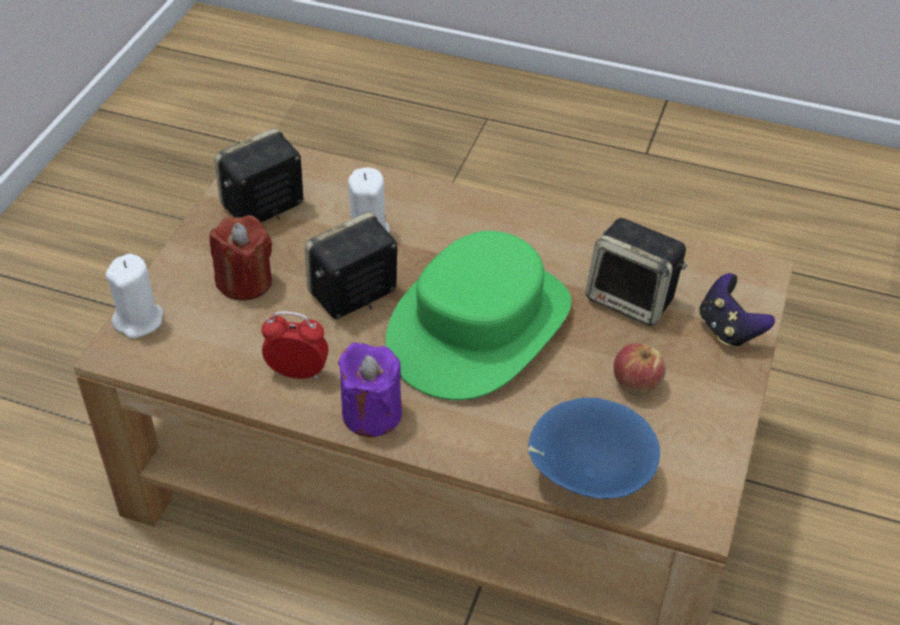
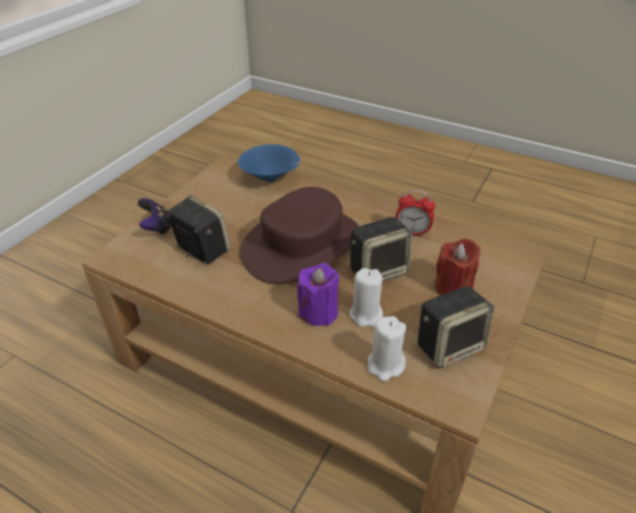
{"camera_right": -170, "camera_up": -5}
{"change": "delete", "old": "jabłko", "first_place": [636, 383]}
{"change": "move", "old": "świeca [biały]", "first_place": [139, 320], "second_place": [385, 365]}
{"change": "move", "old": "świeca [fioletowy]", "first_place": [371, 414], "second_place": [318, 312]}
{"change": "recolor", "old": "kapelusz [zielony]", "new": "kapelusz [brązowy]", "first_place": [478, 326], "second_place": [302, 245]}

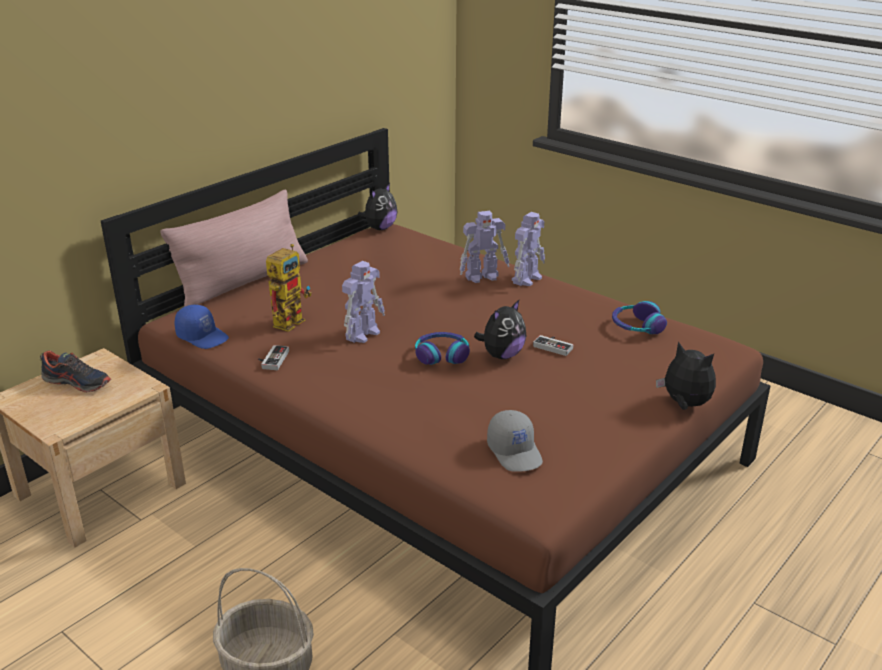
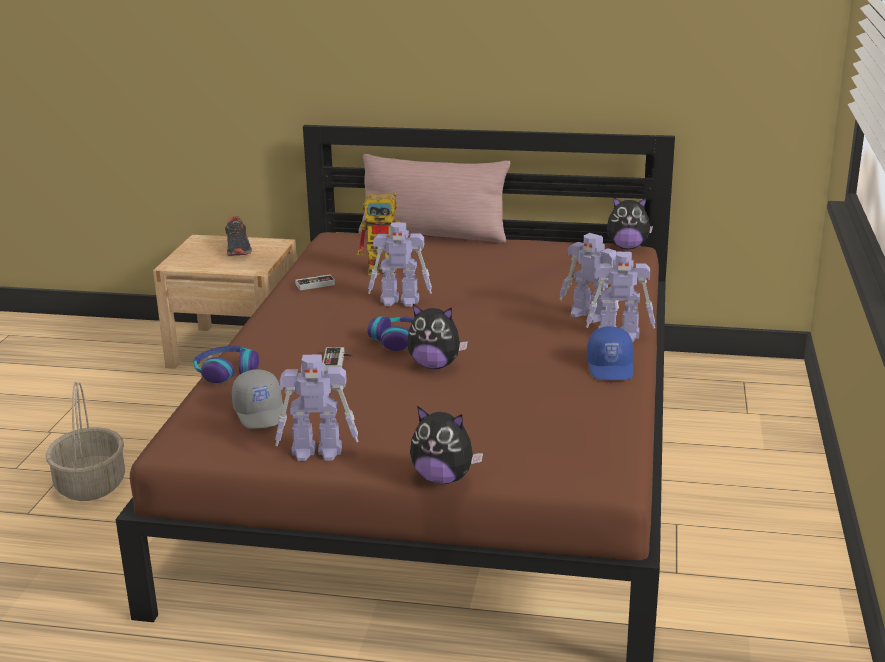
{"camera_right": 60, "camera_up": -5}
{"change": "insert", "new": "robot zabawkowy", "second_place": [318, 452]}
{"change": "move", "old": "czapka z daszkiem [niebieski]", "first_place": [203, 336], "second_place": [611, 367]}
{"change": "move", "old": "pad do gier", "first_place": [554, 346], "second_place": [338, 362]}
{"change": "move", "old": "słuchawki", "first_place": [637, 326], "second_place": [226, 371]}
{"change": "rotate", "old": "czapka z daszkiem [szary]", "first_place": [515, 452], "second_place": [261, 413], "degrees": -60}
{"change": "rotate", "old": "pluszak", "first_place": [685, 404], "second_place": [443, 478], "degrees": 105}

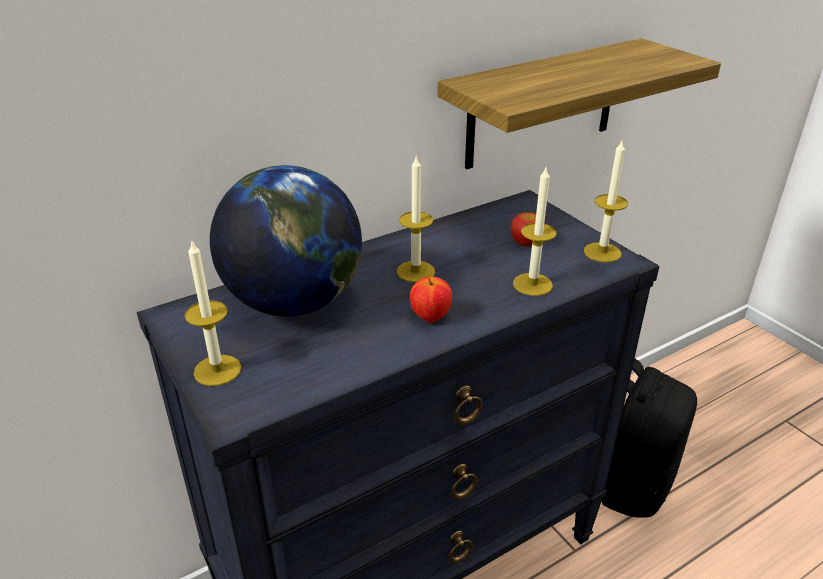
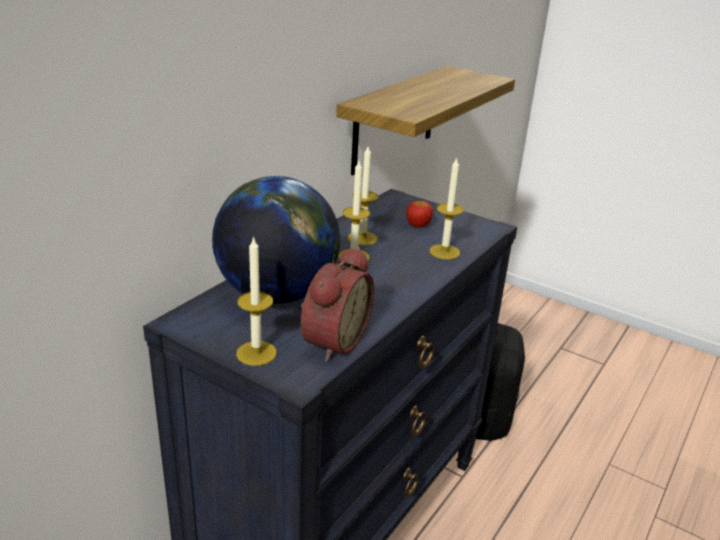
{"camera_right": -25, "camera_up": -5}
{"change": "delete", "old": "jabłko", "first_place": [430, 317]}
{"change": "insert", "new": "budzik", "second_place": [332, 341]}
{"change": "move", "old": "świeca", "first_place": [602, 252], "second_place": [362, 238]}

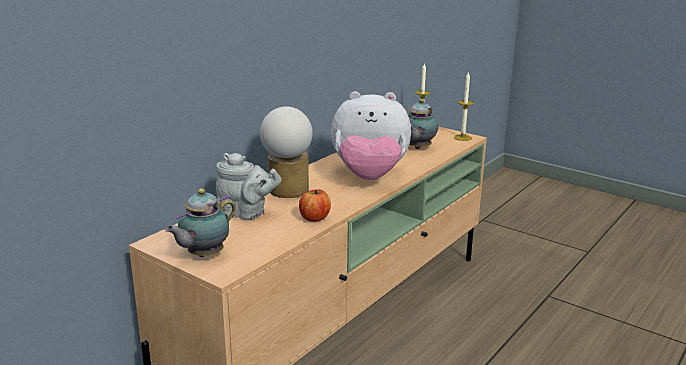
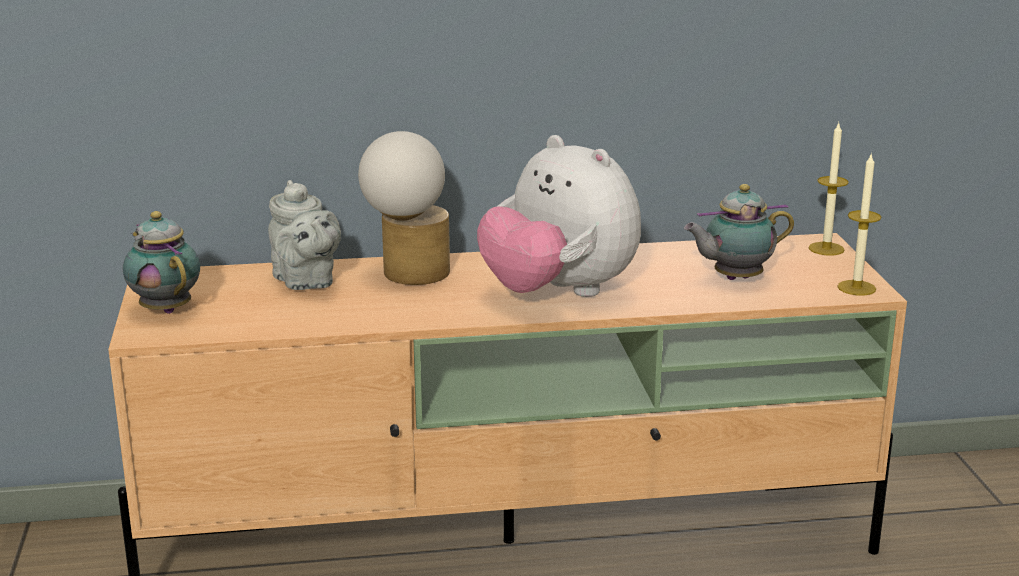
{"camera_right": 45, "camera_up": 0}
{"change": "delete", "old": "jabłko", "first_place": [314, 218]}
{"change": "rotate", "old": "imbryk", "first_place": [203, 255], "second_place": [165, 309], "degrees": 60}

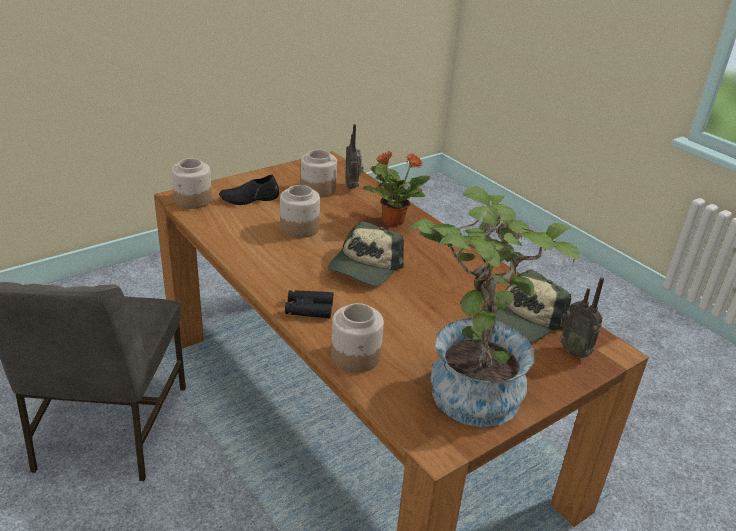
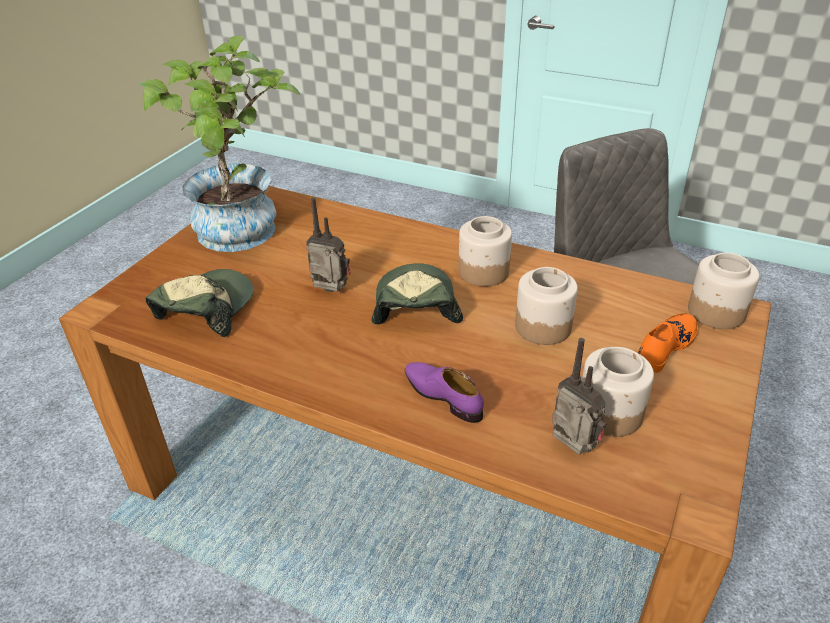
{"camera_right": 155, "camera_up": 5}
{"change": "delete", "old": "lornetka [czarny]", "first_place": [309, 309]}
{"change": "move", "old": "słoik", "first_place": [356, 356], "second_place": [482, 272]}
{"change": "move", "old": "radio", "first_place": [574, 351], "second_place": [330, 292]}
{"change": "replace", "old": "roślina doniczkowa", "new": "but [fioletowy]", "first_place": [392, 220], "second_place": [443, 396]}
{"change": "recolor", "old": "but [czarny]", "new": "but [pomarańczowy]", "first_place": [249, 199], "second_place": [664, 347]}

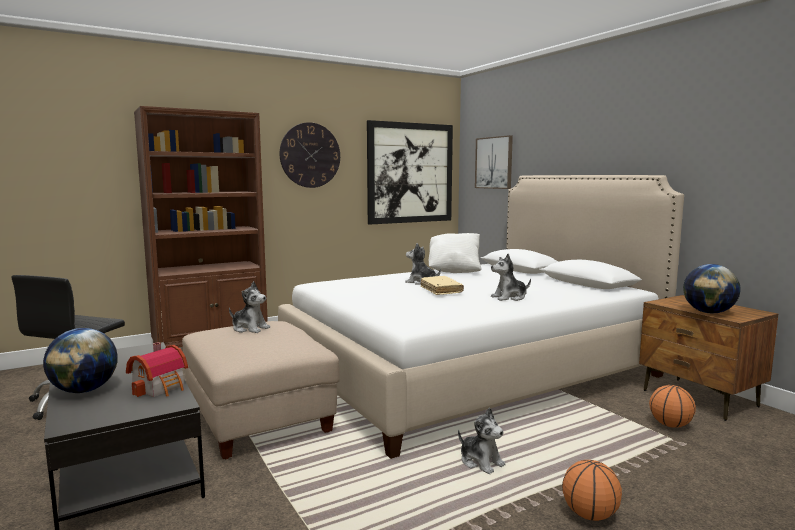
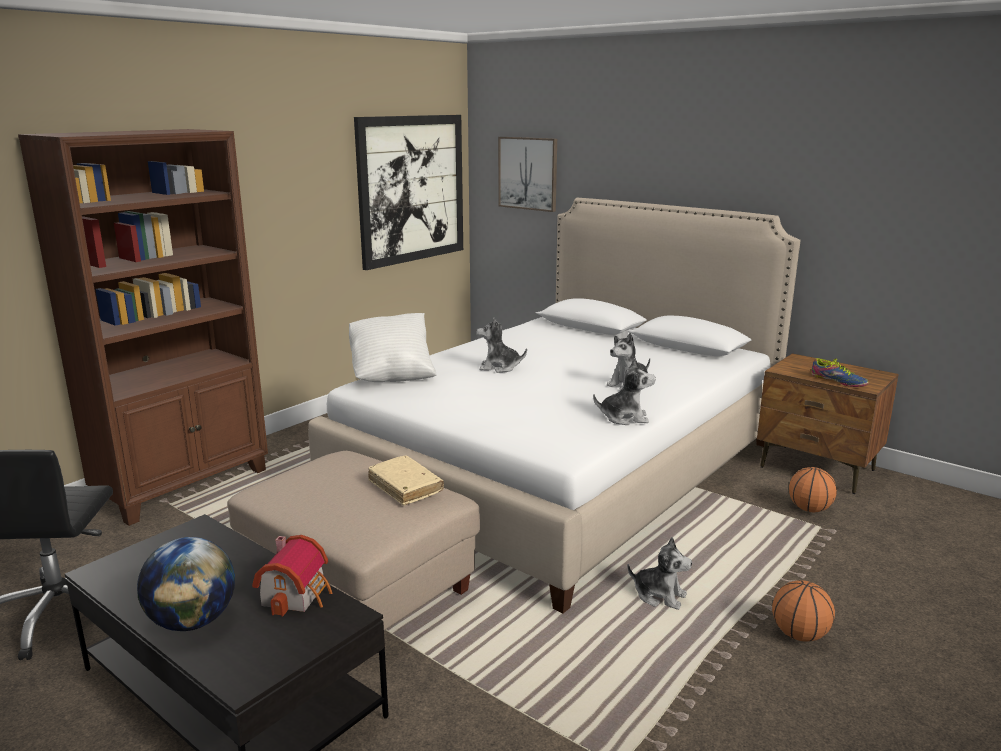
{"camera_right": -20, "camera_up": 10}
{"change": "delete", "old": "zegar ścienny", "first_place": [310, 155]}
{"change": "move", "old": "pluszak", "first_place": [250, 328], "second_place": [624, 418]}
{"change": "move", "old": "książka [beżowy]", "first_place": [441, 290], "second_place": [405, 487]}
{"change": "move", "old": "poduszka [biały]", "first_place": [454, 271], "second_place": [392, 375]}
{"change": "replace", "old": "globus", "new": "but", "first_place": [709, 312], "second_place": [838, 381]}

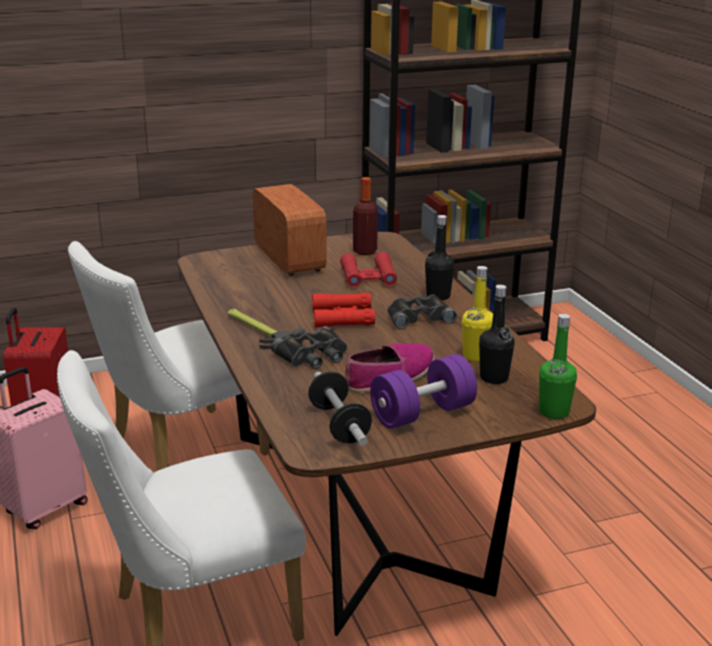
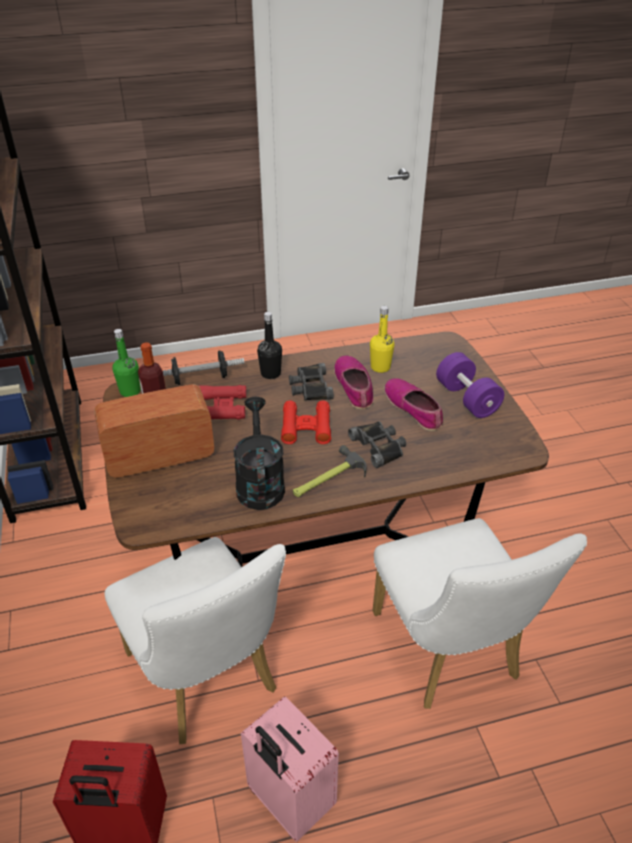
{"camera_right": -85, "camera_up": 15}
{"change": "delete", "old": "butelka [czarny]", "first_place": [494, 378]}
{"change": "insert", "new": "konewka [czarny]", "second_place": [259, 482]}
{"change": "insert", "new": "but", "second_place": [354, 387]}
{"change": "move", "old": "hantel", "first_place": [339, 425], "second_place": [200, 378]}
{"change": "move", "old": "butelka [zielony]", "first_place": [554, 412], "second_place": [130, 391]}

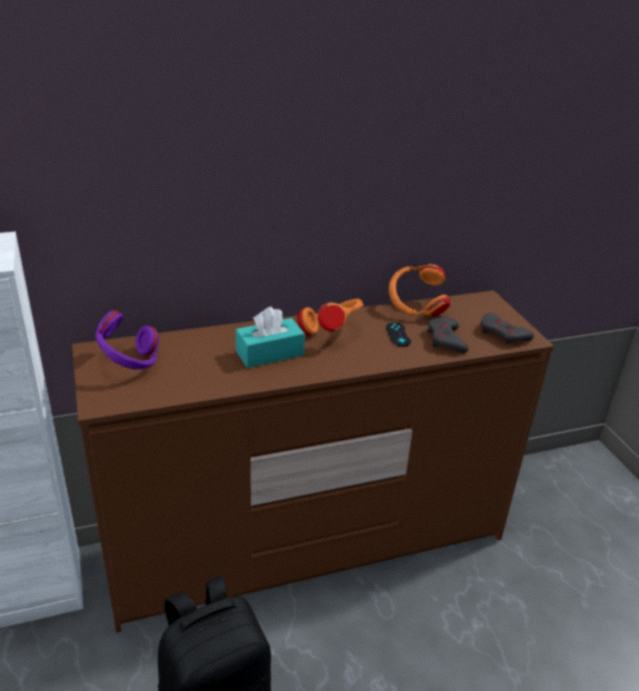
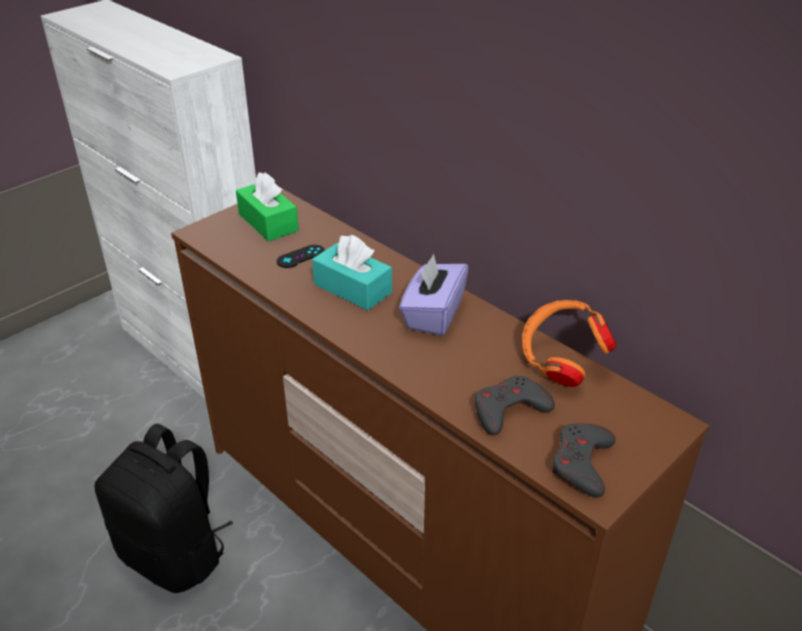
{"camera_right": 65, "camera_up": 5}
{"change": "move", "old": "pad do gier [czarny]", "first_place": [398, 334], "second_place": [301, 256]}
{"change": "replace", "old": "słuchawki [fioletowy]", "new": "pudełko chusteczek [zielony]", "first_place": [129, 364], "second_place": [268, 222]}
{"change": "replace", "old": "słuchawki [pomarańczowy]", "new": "pudełko chusteczek [fioletowy]", "first_place": [331, 333], "second_place": [433, 315]}

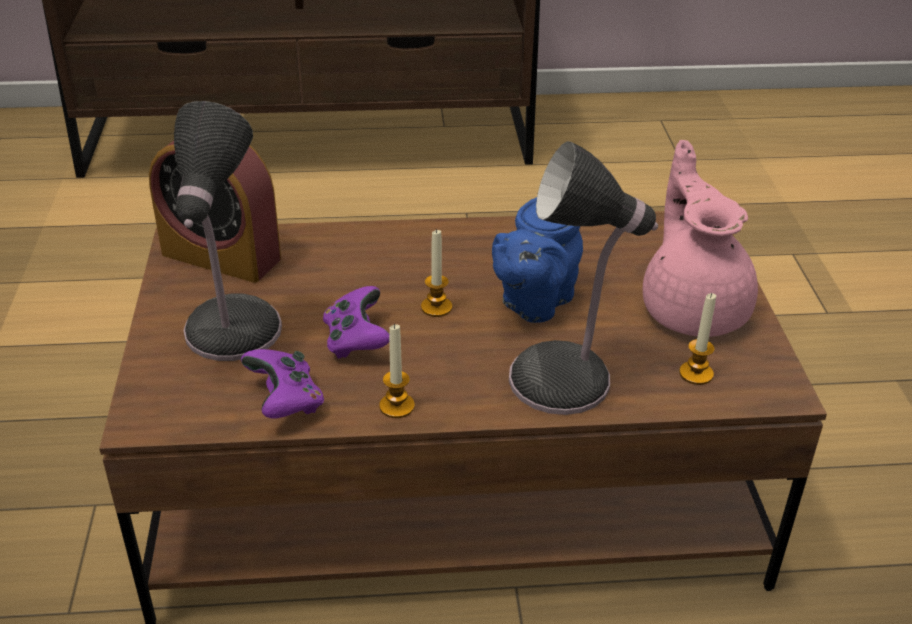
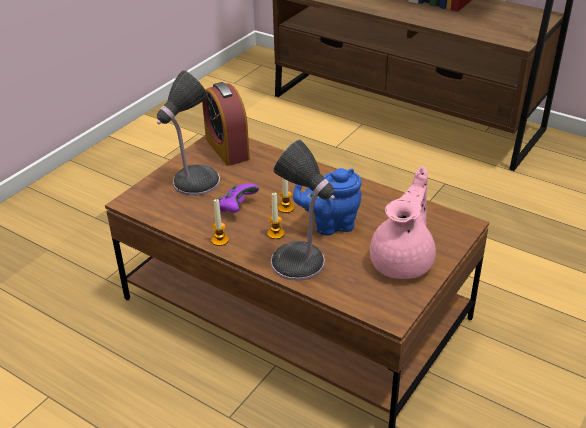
{"camera_right": 40, "camera_up": 0}
{"change": "delete", "old": "pad do gier [fioletowy]", "first_place": [286, 402]}
{"change": "move", "old": "świeca", "first_place": [696, 374], "second_place": [275, 234]}

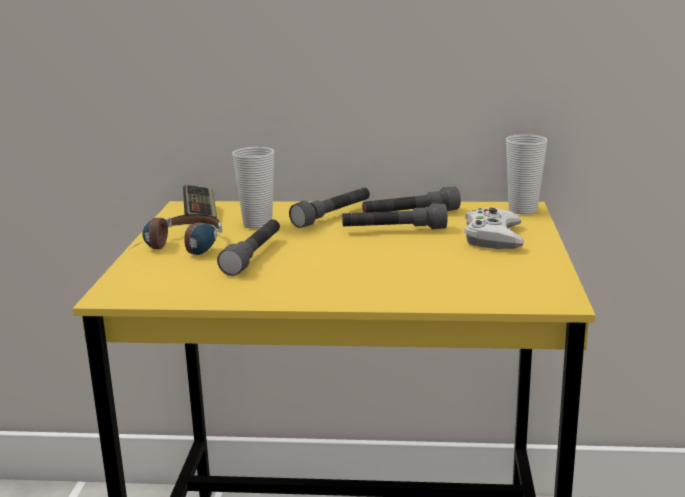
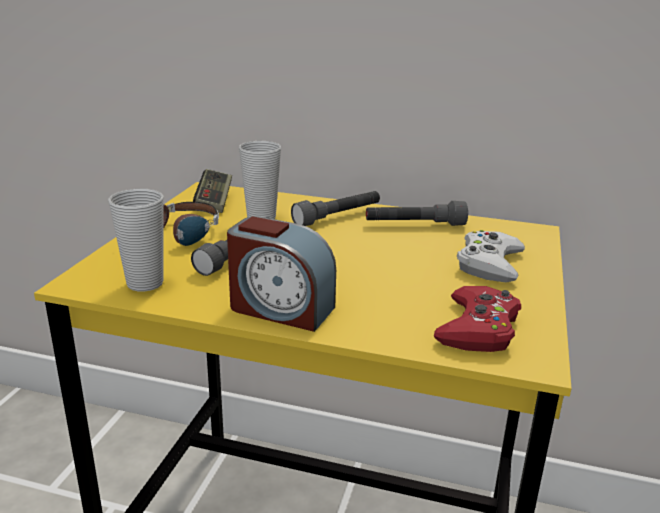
{"camera_right": 10, "camera_up": 5}
{"change": "delete", "old": "latarka [szary]", "first_place": [394, 230]}
{"change": "insert", "new": "budzik", "second_place": [280, 309]}
{"change": "insert", "new": "pad do gier [czerwony]", "second_place": [478, 328]}
{"change": "move", "old": "filiżanka", "first_place": [522, 210], "second_place": [145, 283]}

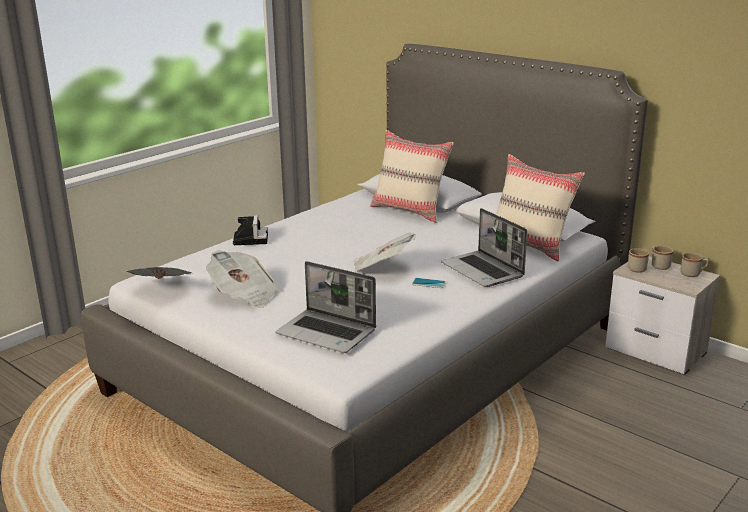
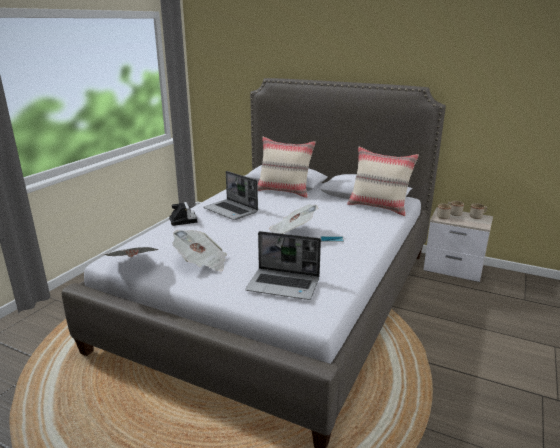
{"camera_right": -15, "camera_up": 0}
{"change": "move", "old": "laptop", "first_place": [483, 271], "second_place": [231, 210]}

